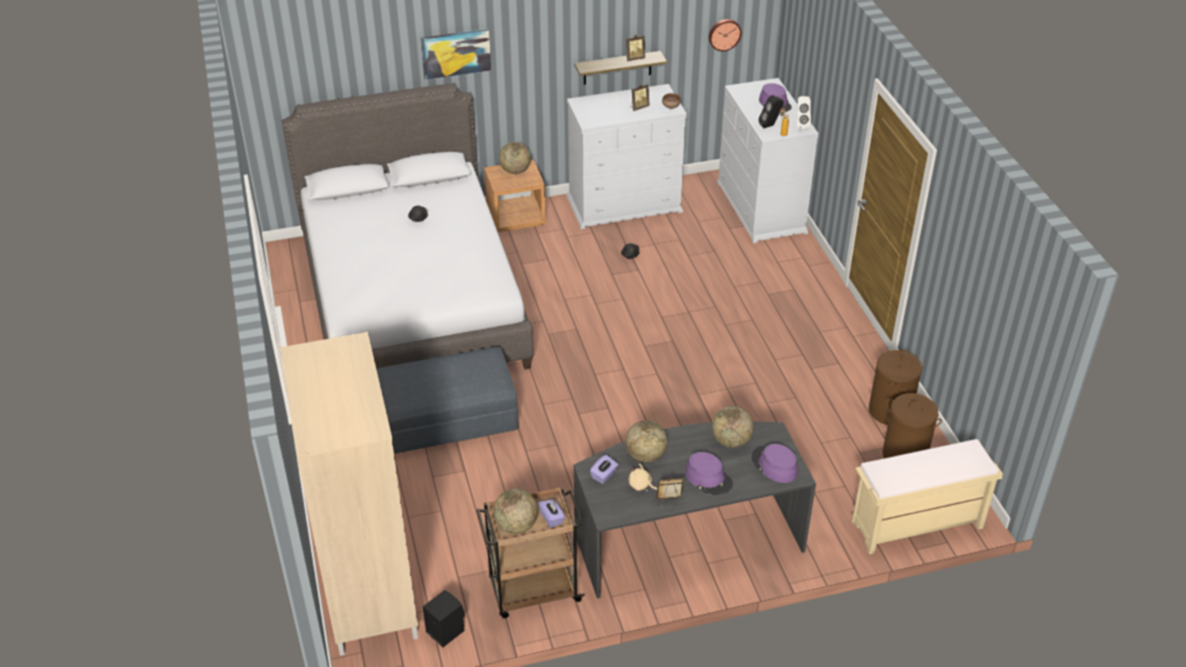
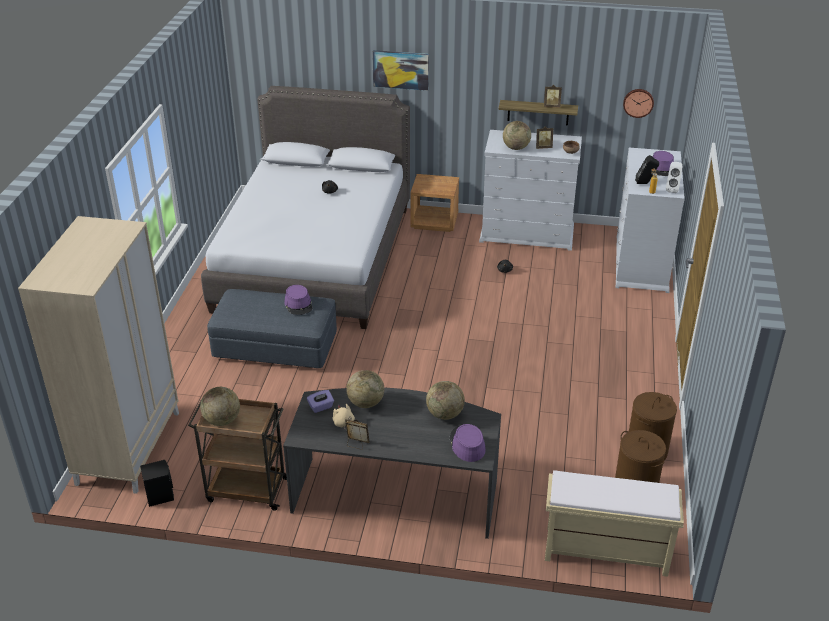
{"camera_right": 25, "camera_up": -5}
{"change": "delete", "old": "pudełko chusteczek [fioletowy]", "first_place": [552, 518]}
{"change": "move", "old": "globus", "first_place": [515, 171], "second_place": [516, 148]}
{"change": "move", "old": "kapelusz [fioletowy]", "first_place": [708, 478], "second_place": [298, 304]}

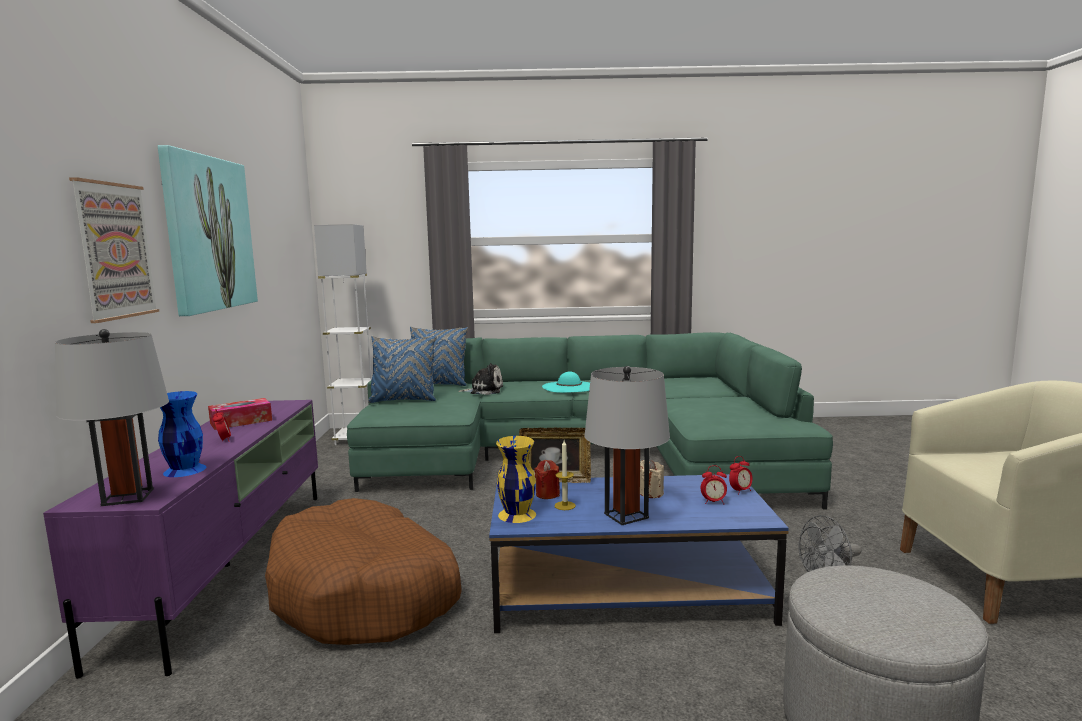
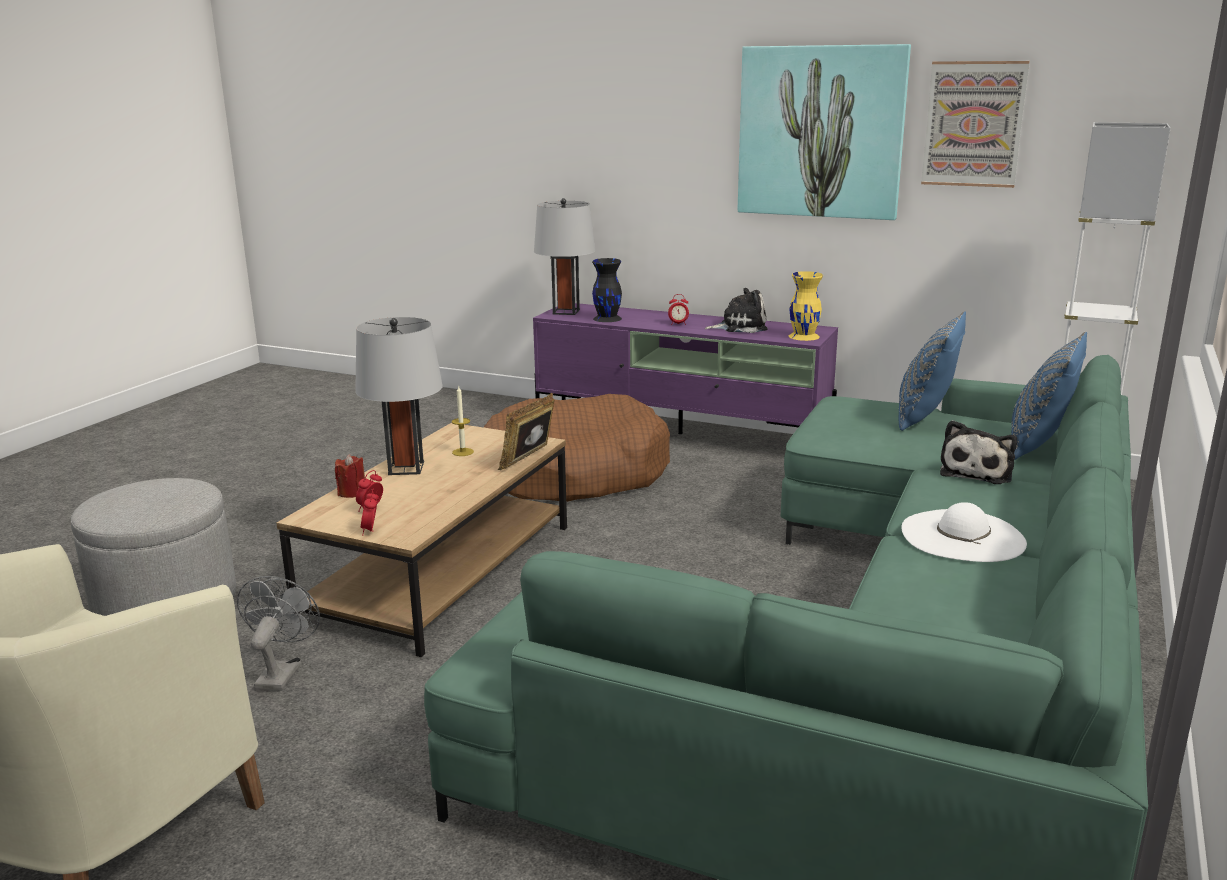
{"camera_right": 115, "camera_up": 10}
{"change": "delete", "old": "świeca [beżowy]", "first_place": [651, 493]}
{"change": "move", "old": "obraz", "first_place": [115, 251], "second_place": [973, 124]}
{"change": "move", "old": "wazon [żółty]", "first_place": [516, 514], "second_place": [804, 336]}
{"change": "move", "old": "świeca [czerwony]", "first_place": [547, 494], "second_place": [352, 493]}
{"change": "replace", "old": "pudełko chusteczek", "new": "pluszak", "first_place": [241, 422], "second_place": [740, 327]}
{"change": "recolor", "old": "wazon [niebieski]", "new": "wazon [czarny]", "first_place": [184, 470], "second_place": [607, 318]}
{"change": "recolor", "old": "ława [niebieski]", "new": "ława [brązowy]", "first_place": [627, 590], "second_place": [442, 572]}
{"change": "recolor", "old": "kapelusz [turkusowy]", "new": "kapelusz [biały]", "first_place": [569, 387], "second_place": [962, 536]}

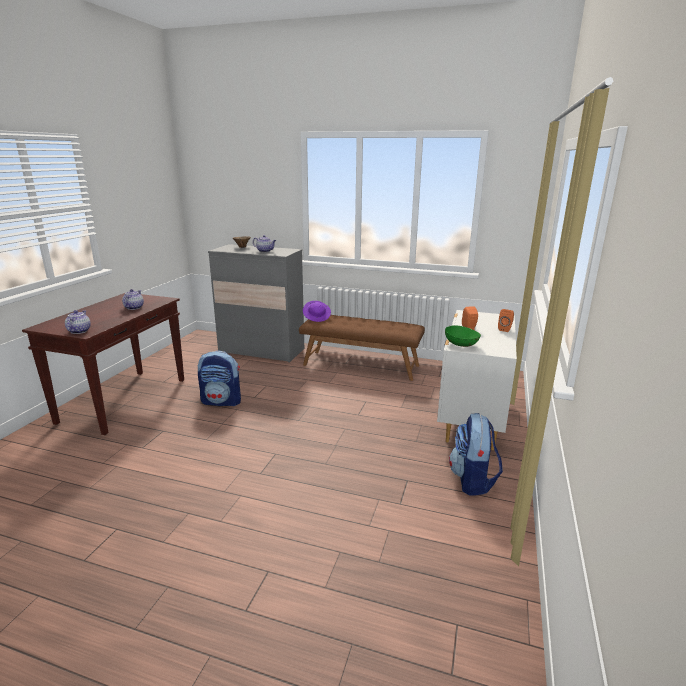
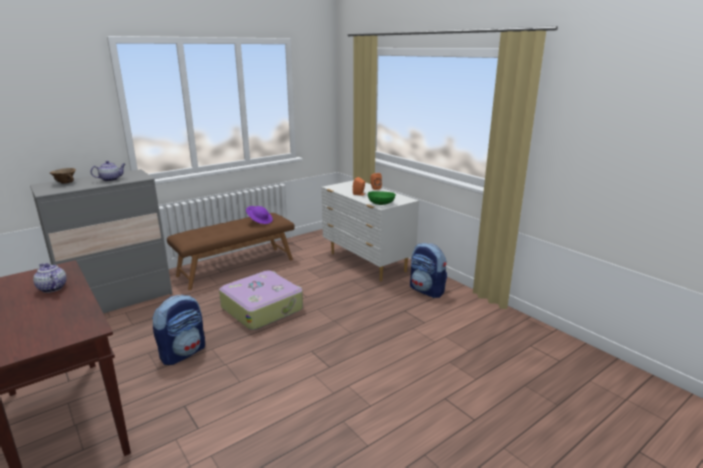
{"camera_right": -55, "camera_up": 0}
{"change": "delete", "old": "imbryk", "first_place": [79, 331]}
{"change": "insert", "new": "walizka", "second_place": [262, 308]}
{"change": "move", "old": "kapelusz [fioletowy]", "first_place": [317, 317], "second_place": [260, 221]}

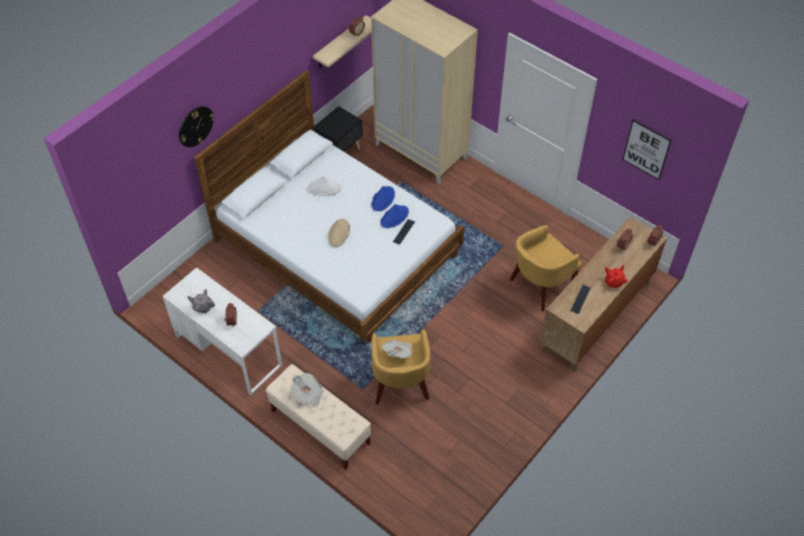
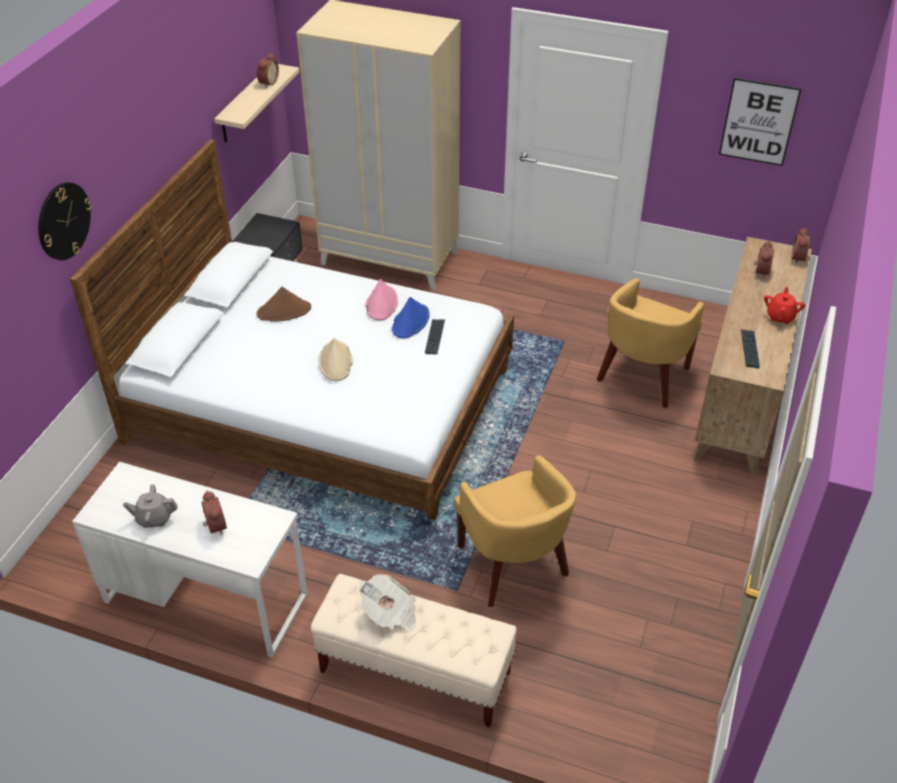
{"camera_right": -20, "camera_up": -10}
{"change": "delete", "old": "gazeta", "first_place": [398, 353]}
{"change": "recolor", "old": "kapelusz [biały]", "new": "kapelusz [brązowy]", "first_place": [324, 188], "second_place": [284, 311]}
{"change": "recolor", "old": "kapelusz [niebieski]", "new": "kapelusz [różowy]", "first_place": [383, 199], "second_place": [381, 303]}

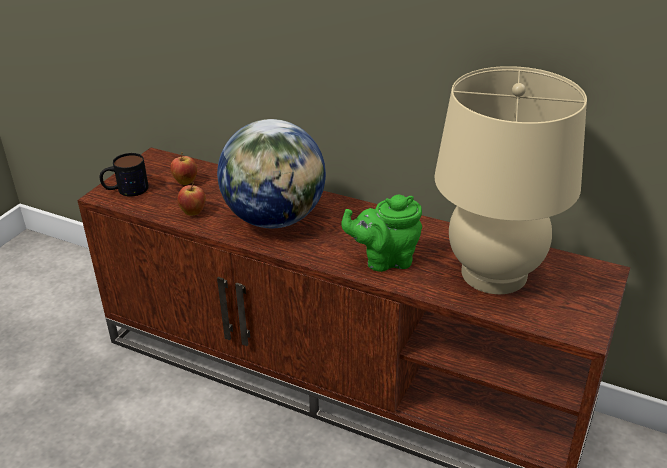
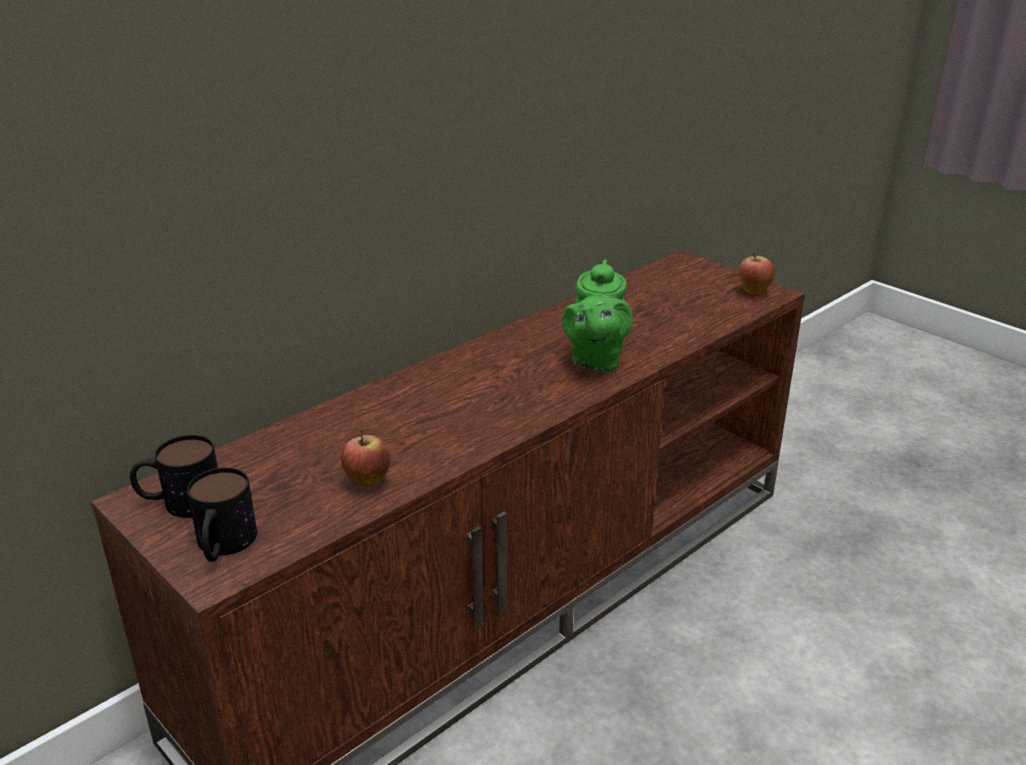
{"camera_right": -70, "camera_up": -5}
{"change": "delete", "old": "globus", "first_place": [275, 219]}
{"change": "delete", "old": "lampa stołowa [beżowy]", "first_place": [494, 273]}
{"change": "insert", "new": "kubek", "second_place": [179, 502]}
{"change": "move", "old": "jabłko", "first_place": [185, 182], "second_place": [753, 292]}

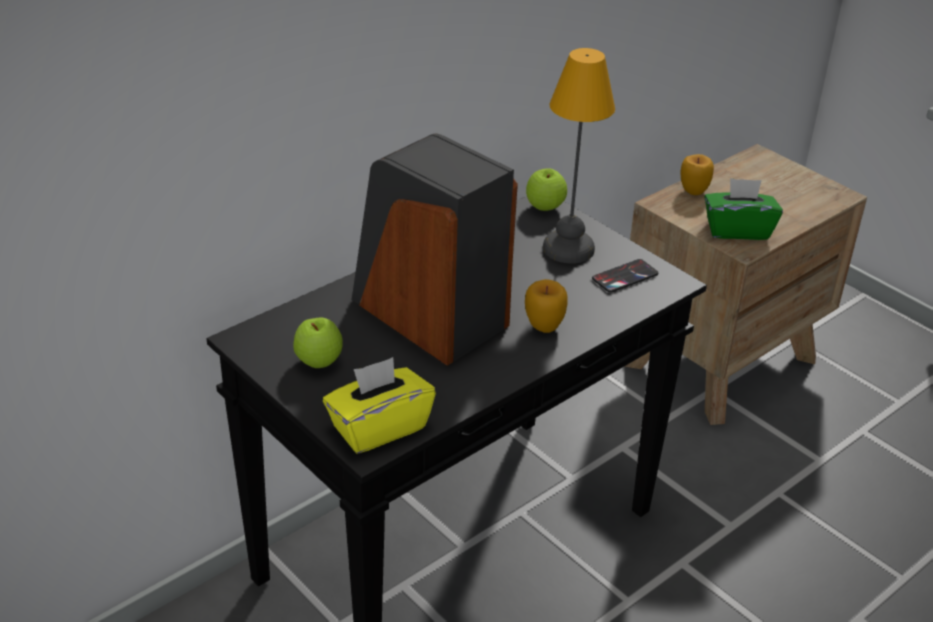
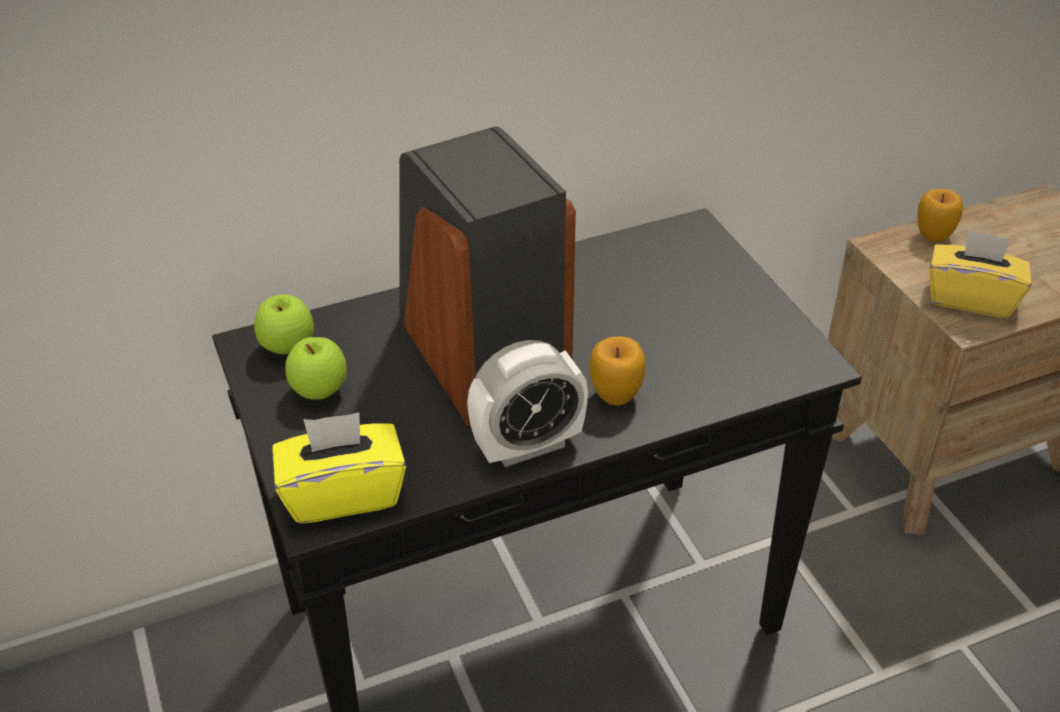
{"camera_right": 20, "camera_up": 5}
{"change": "delete", "old": "lampa stołowa", "first_place": [566, 248]}
{"change": "delete", "old": "telefon", "first_place": [625, 276]}
{"change": "insert", "new": "budzik", "second_place": [528, 446]}
{"change": "move", "old": "jabłko", "first_place": [545, 207], "second_place": [288, 347]}
{"change": "recolor", "old": "pudełko chusteczek [zielony]", "new": "pudełko chusteczek [żółty]", "first_place": [737, 230], "second_place": [970, 298]}

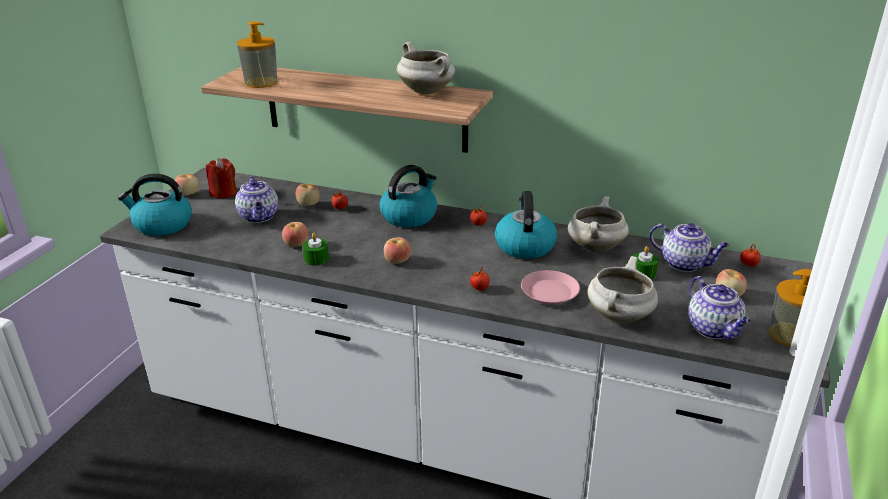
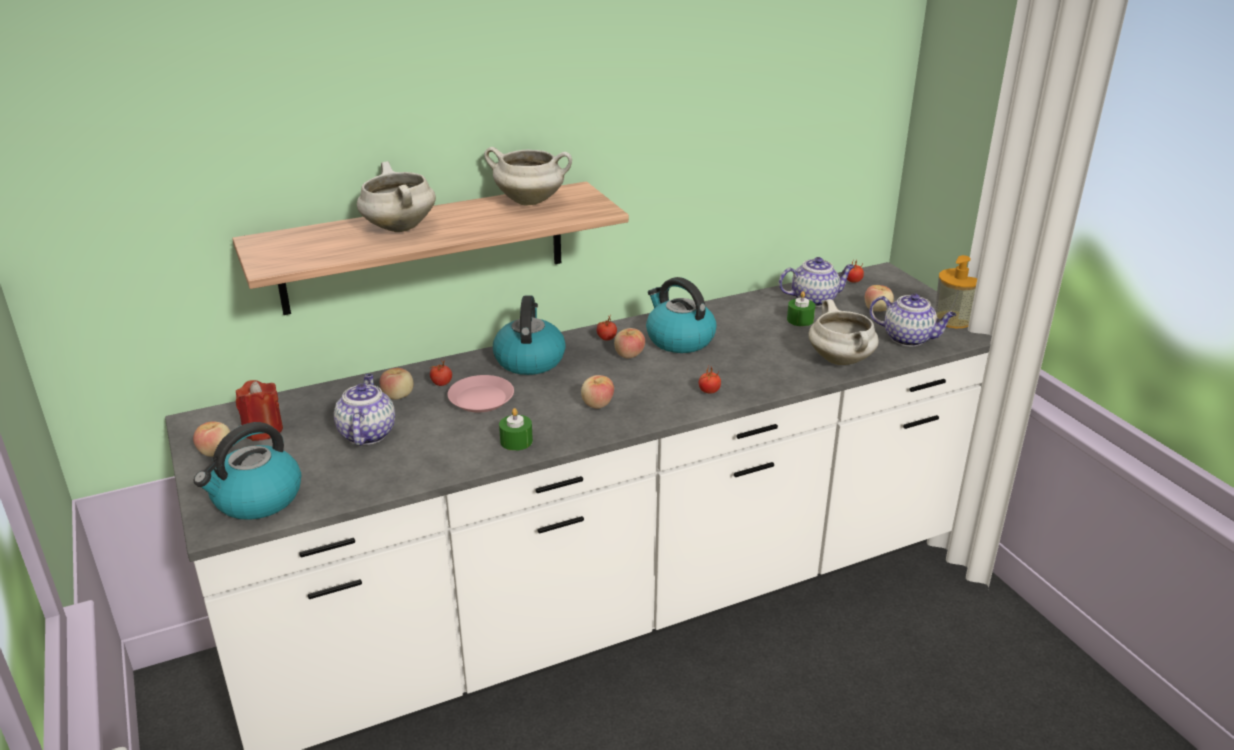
{"camera_right": -45, "camera_up": 0}
{"change": "delete", "old": "dozownik mydła", "first_place": [261, 82]}
{"change": "move", "old": "jabłko", "first_place": [296, 244], "second_place": [629, 355]}
{"change": "move", "old": "talerz [różowy]", "first_place": [549, 292], "second_place": [481, 399]}
{"change": "move", "old": "garnek [biały]", "first_place": [595, 247], "second_place": [398, 227]}
{"change": "rotate", "old": "imbryk", "first_place": [259, 217], "second_place": [366, 433], "degrees": -120}

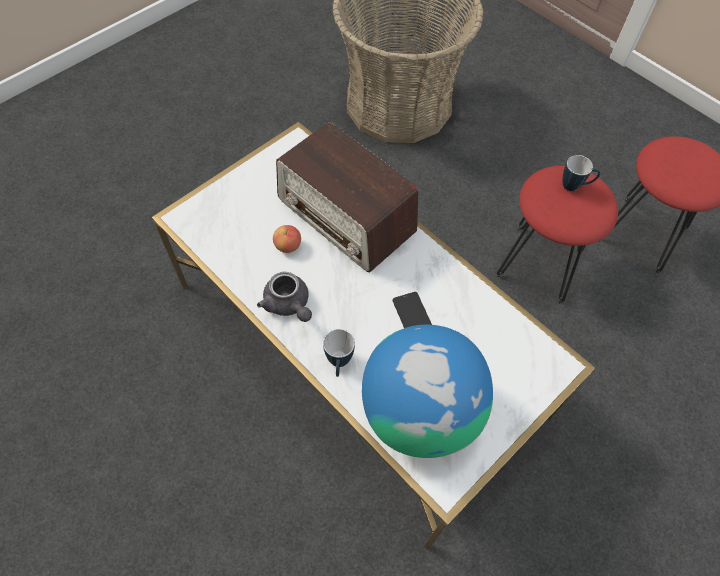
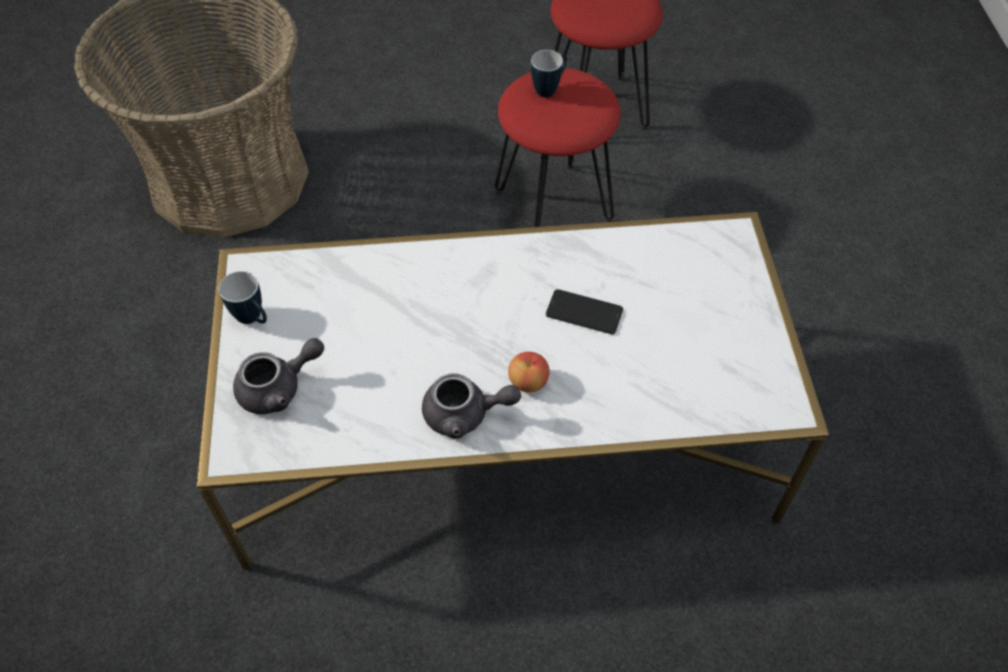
{"camera_right": -50, "camera_up": -5}
{"change": "delete", "old": "radio", "first_place": [346, 216]}
{"change": "delete", "old": "globus", "first_place": [419, 412]}
{"change": "insert", "new": "imbryk [szary]", "second_place": [279, 388]}
{"change": "move", "old": "jabłko", "first_place": [288, 246], "second_place": [528, 382]}
{"change": "move", "old": "kubek", "first_place": [339, 364], "second_place": [253, 319]}

